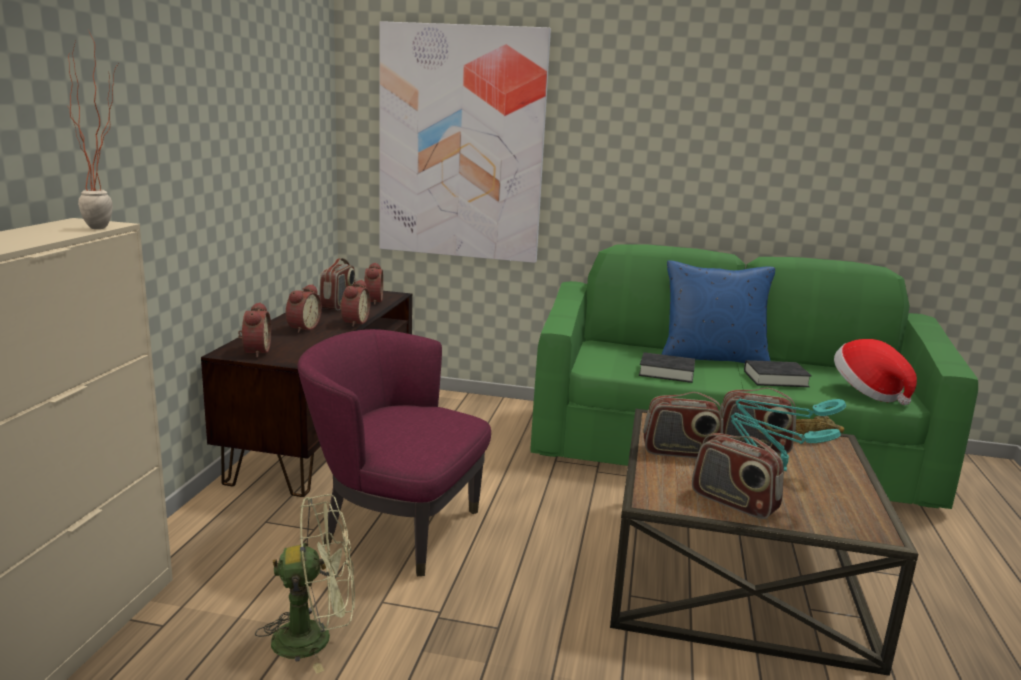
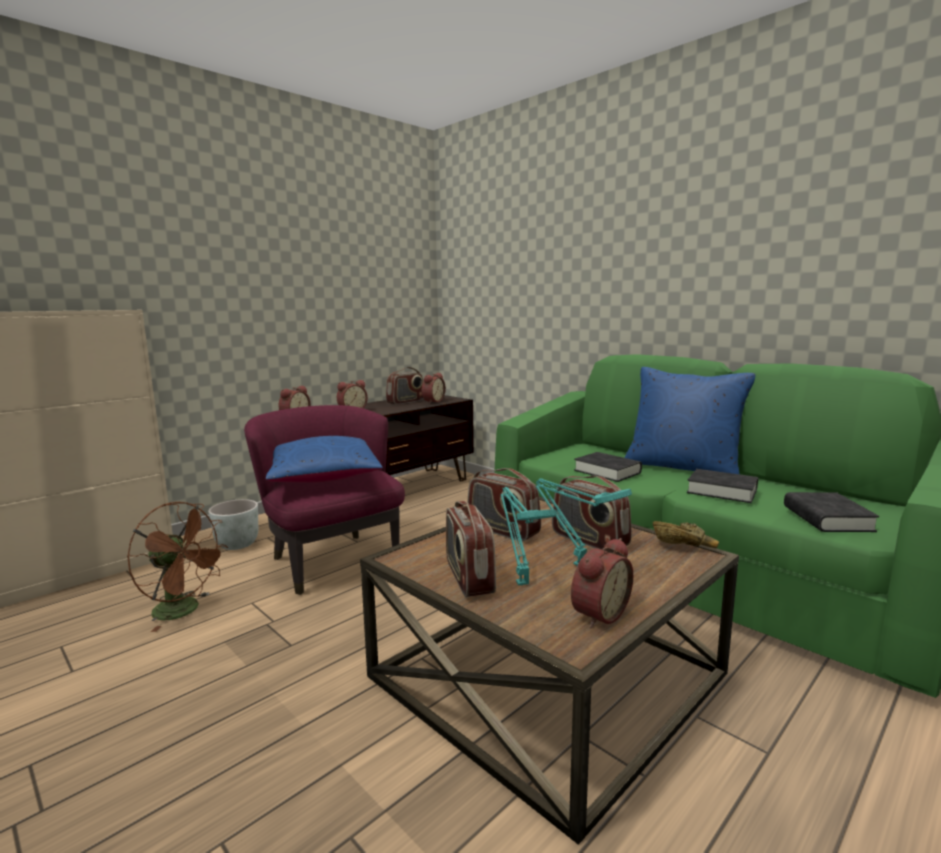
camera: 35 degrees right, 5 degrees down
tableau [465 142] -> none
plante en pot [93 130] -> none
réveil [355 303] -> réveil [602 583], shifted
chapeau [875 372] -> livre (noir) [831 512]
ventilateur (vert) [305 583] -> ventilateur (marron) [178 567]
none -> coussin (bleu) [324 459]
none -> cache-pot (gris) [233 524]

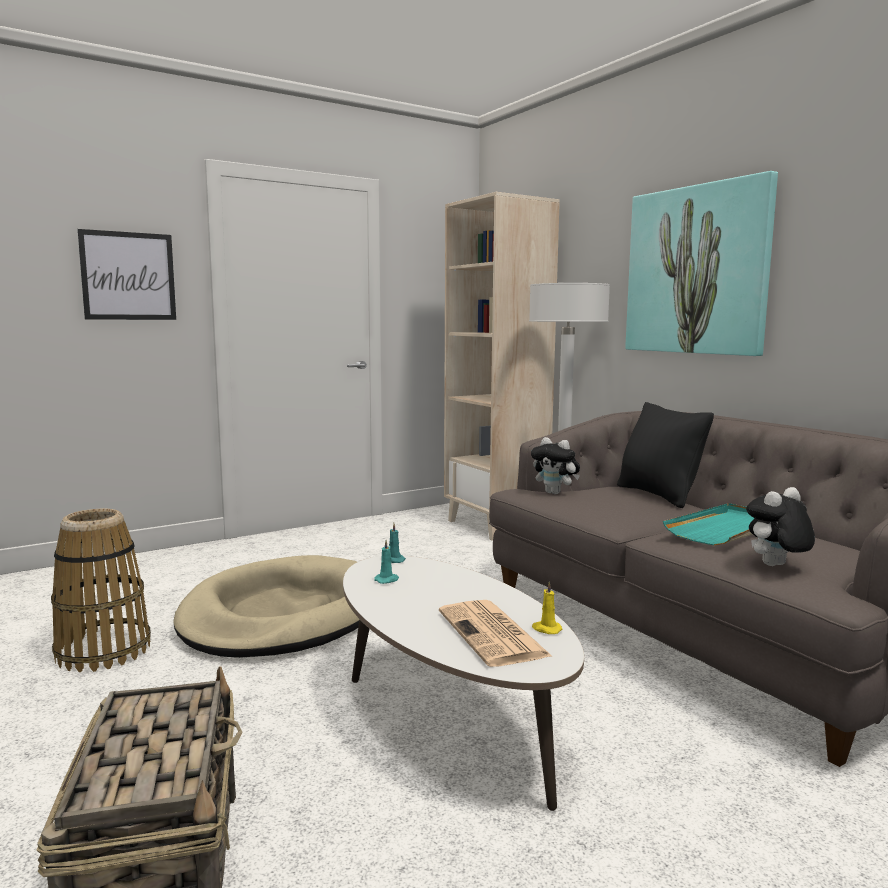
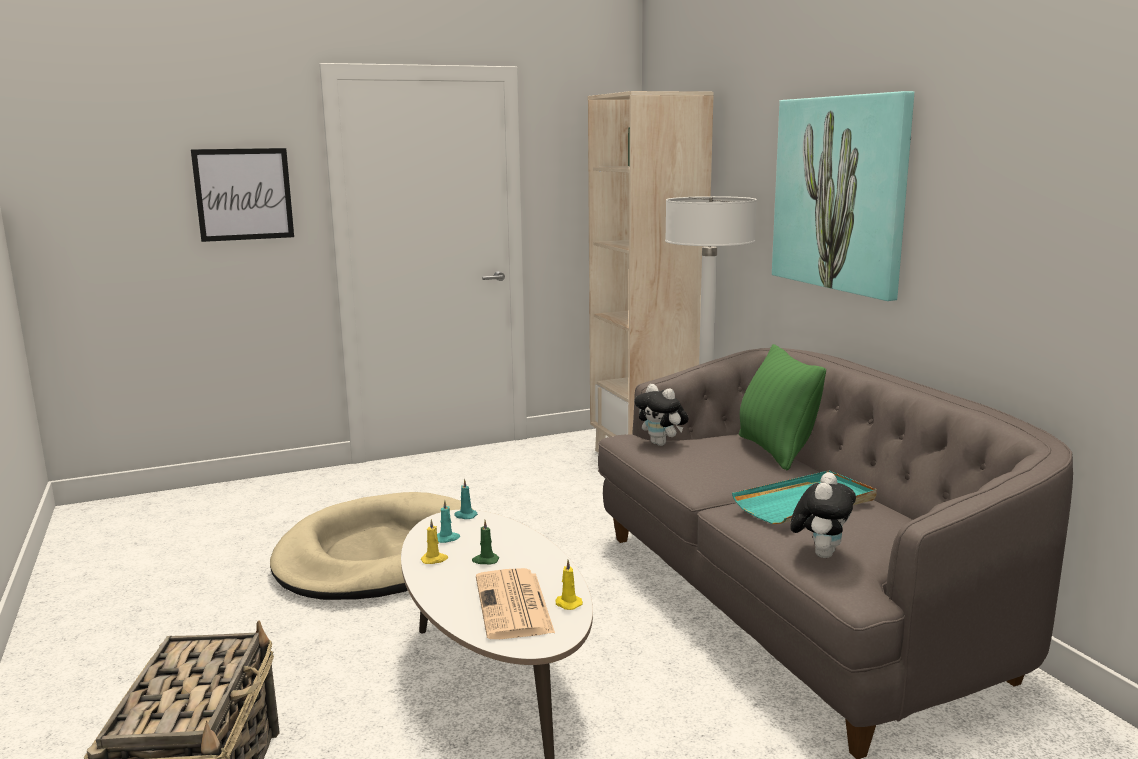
camera: 10 degrees right, 5 degrees up
coussin (noir) [665 455] -> coussin (vert) [782 407]
peluche [780 526] -> peluche [823 515], 135 degrees clockwise
panier [101 590] -> none
none -> bougie (jaune) [434 541]
none -> bougie (vert) [485 542]

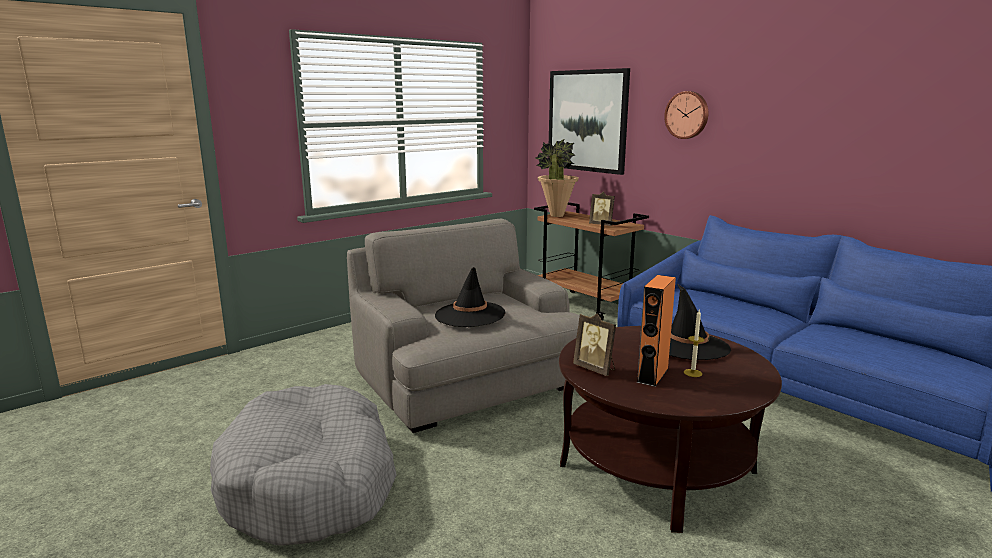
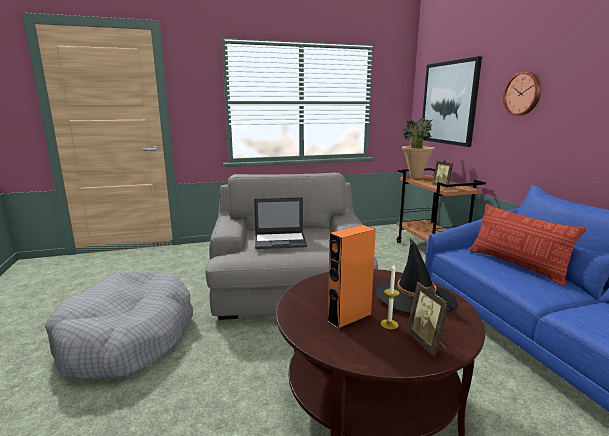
camera: 25 degrees right, 0 degrees up
chapeau (noir) [470 297] -> ordinateur portable [280 223]
cadre photo [594 344] -> cadre photo [428 319], shifted
none -> coussin [527 245]

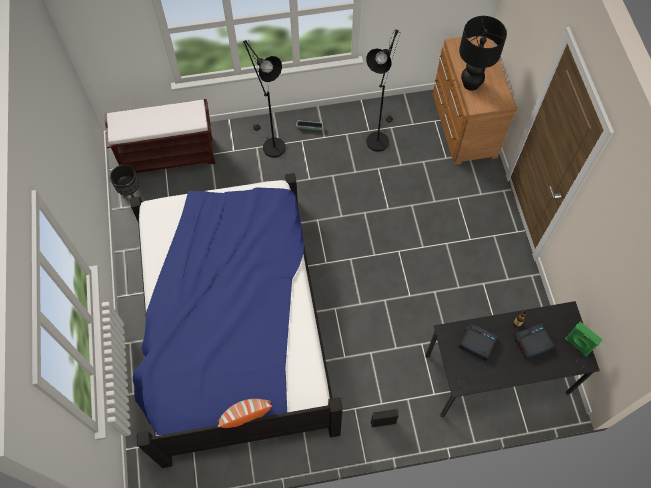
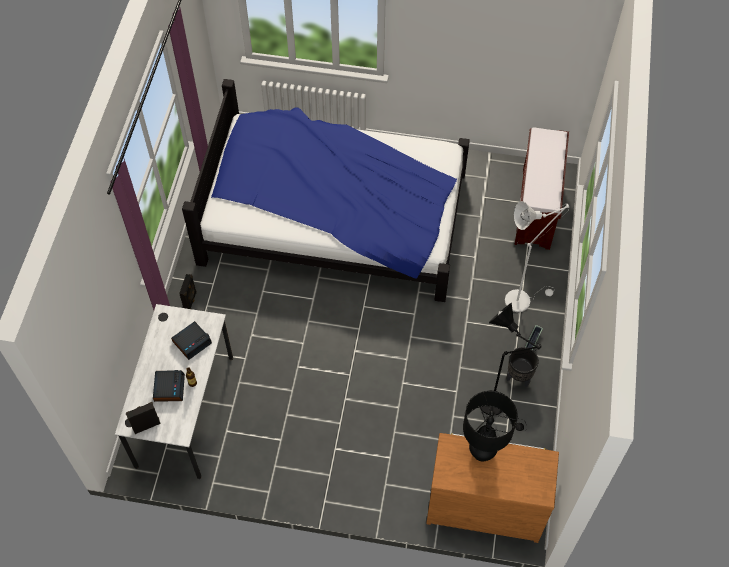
camera: 110 degrees right, 5 degrees down
lampadaire (noir) [264 98] -> lampadaire (blanc) [537 256]
cache-pot (noir) [124 181] -> cache-pot (noir) [522 367], shifted
bureau (noir) [512 359] -> bureau (blanc) [174 391]
enceinte (vert) [584 339] -> enceinte (noir) [143 418]
coussin [244 413] -> none

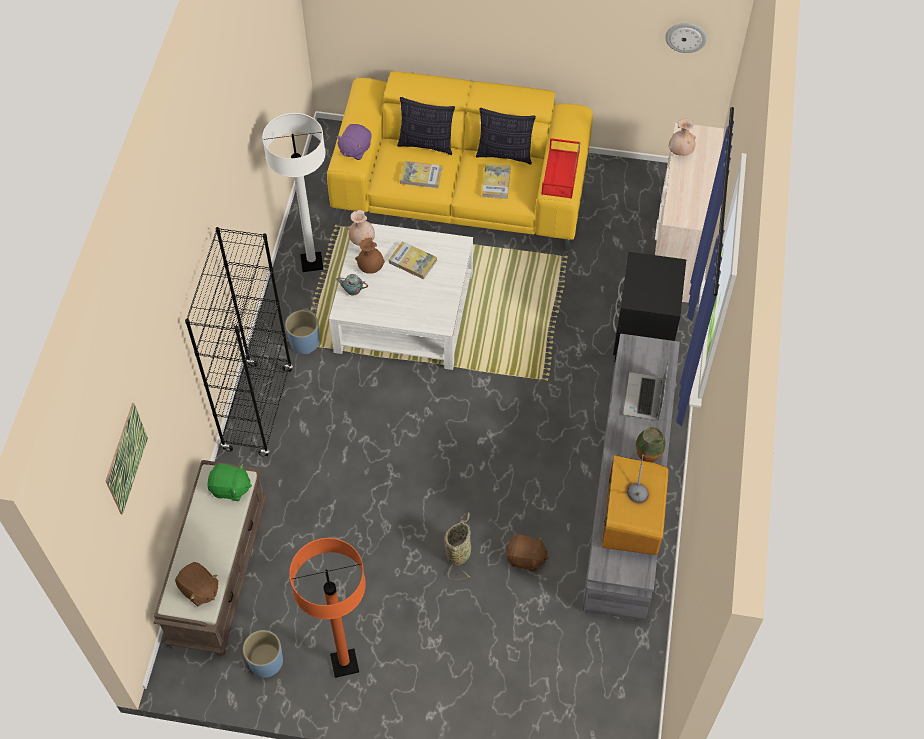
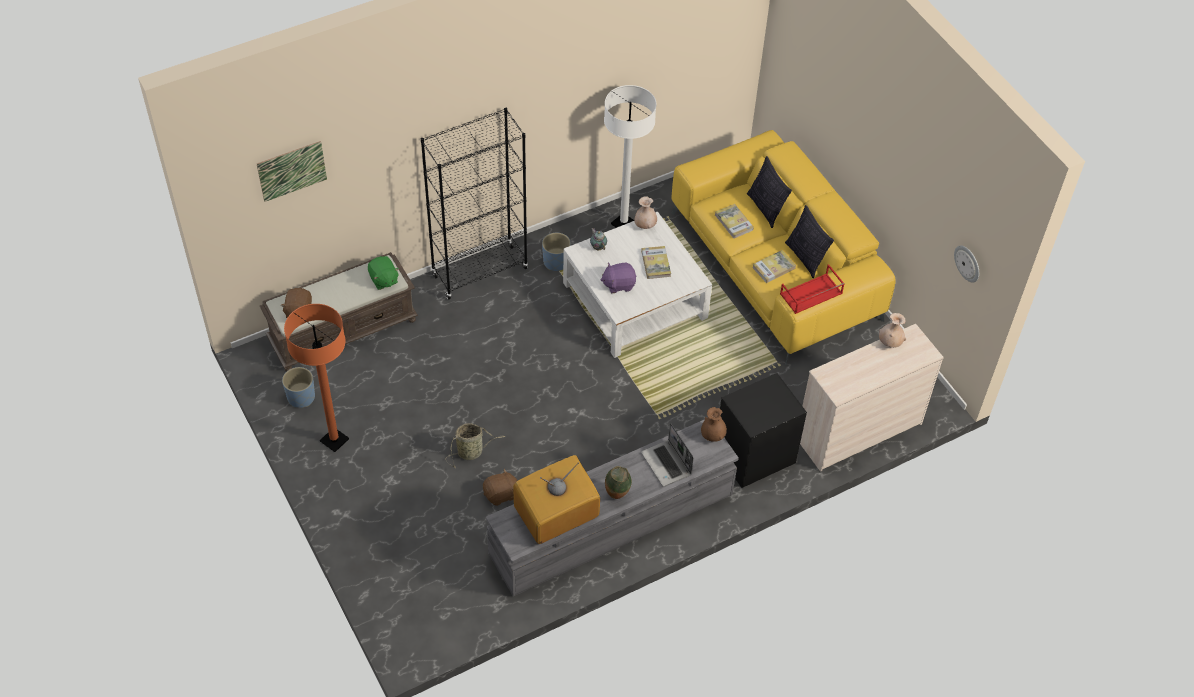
camera: 50 degrees right, 5 degrees down
peluche (violet) [354 142] -> peluche (violet) [618 278], shifted
vase (marron) [370 256] -> vase (marron) [714 424], shifted
ordinateur portable [645 391] -> ordinateur portable [667 455], 90 degrees counterclockwise
peluche (marron) [527 553] -> peluche (marron) [500 487], 90 degrees counterclockwise

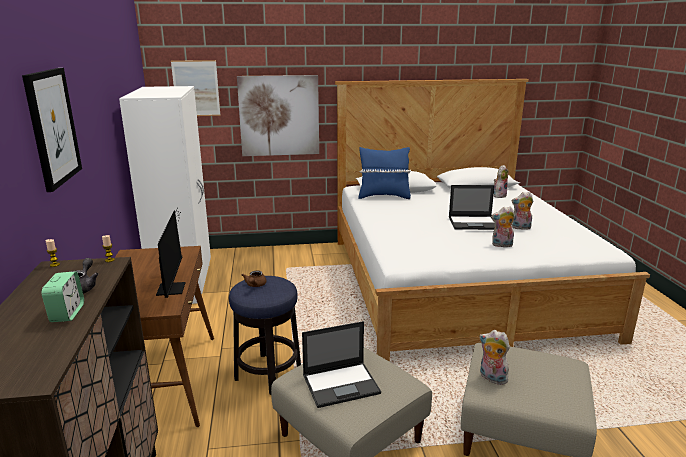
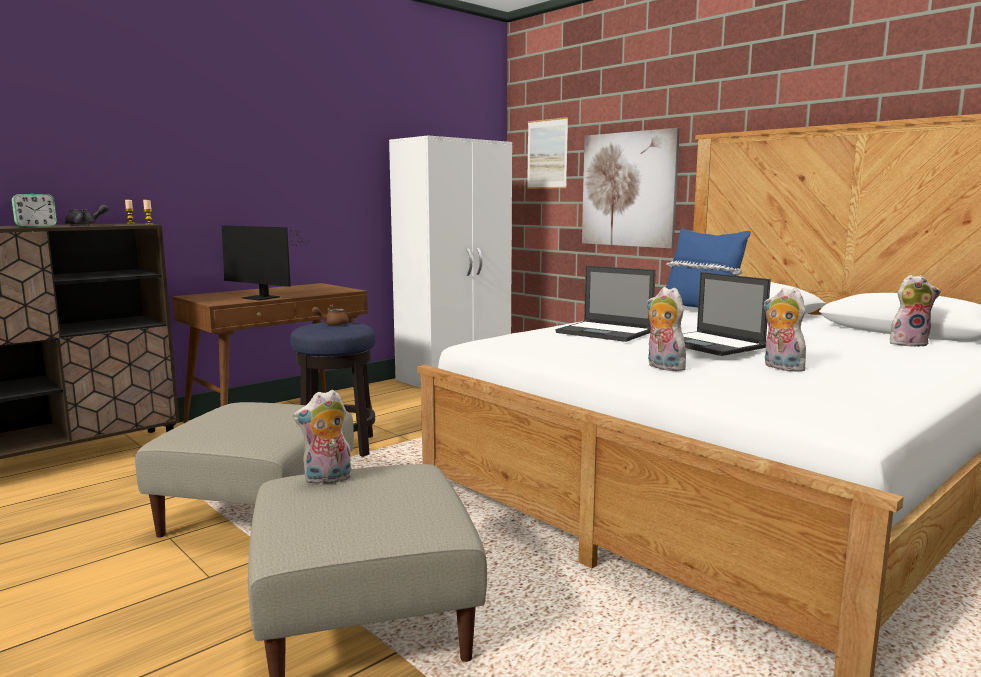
camera: 55 degrees right, 10 degrees down
tableau [52 130] -> none
écran d'ordinateur [170 254] -> écran d'ordinateur [264 262], 75 degrees clockwise
ordinateur portable [341 364] -> ordinateur portable [606 303], shifted
peluche [494 357] -> peluche [322 437], 120 degrees counterclockwise

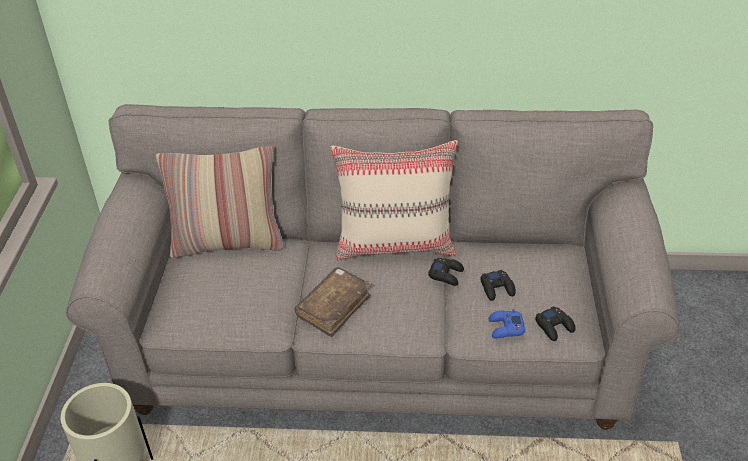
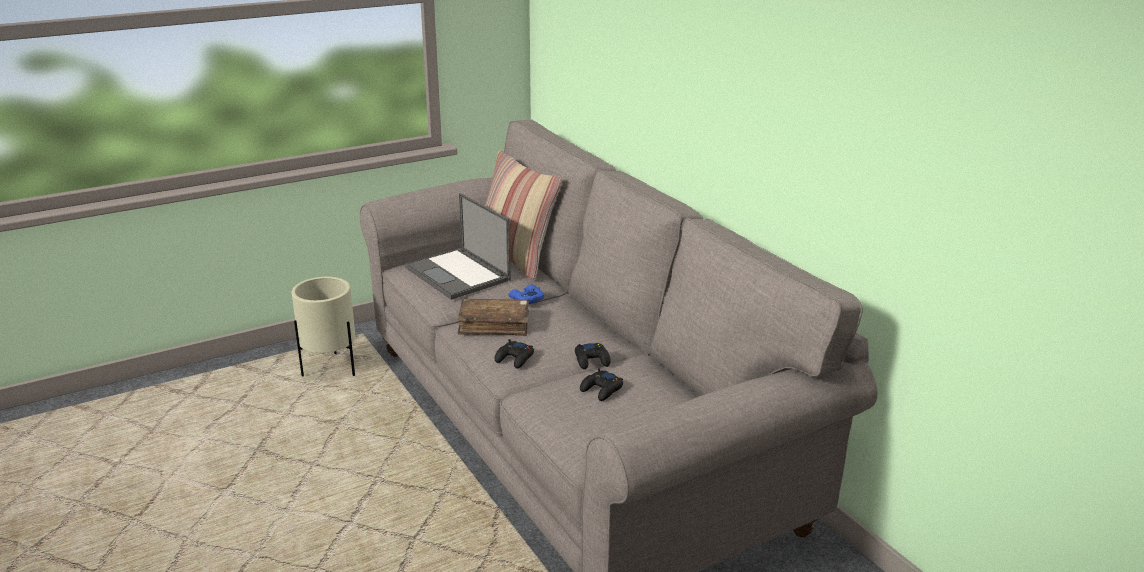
camera: 55 degrees right, 15 degrees down
coussin (beige) [394 200] -> none
manette (noir) [555 323] -> manette (noir) [514 354], shifted
manette (bleu) [507 323] -> manette (bleu) [526 294], shifted
none -> ordinateur portable [458 246]

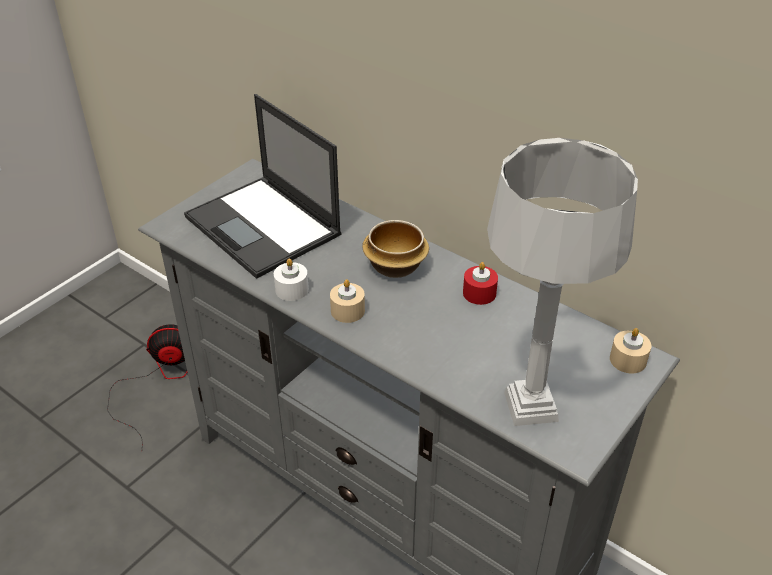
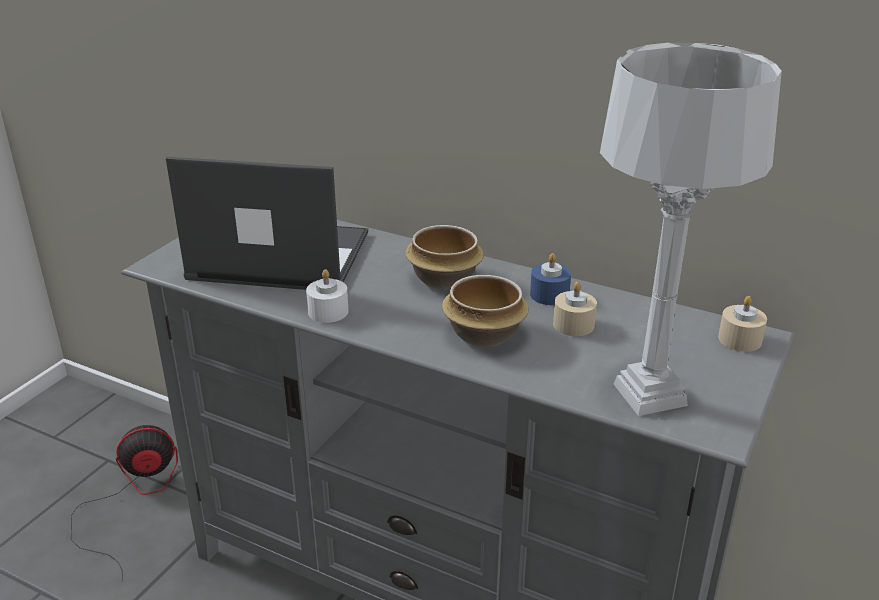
camera: 10 degrees left, 10 degrees down
ordinateur portable [263 186] -> ordinateur portable [267 223], 150 degrees clockwise
bougie (rouge) [480 283] -> bougie (bleu) [550 279]
bougie (beige) [347 301] -> bougie (beige) [575 309], shifted
none -> bol [485 311]

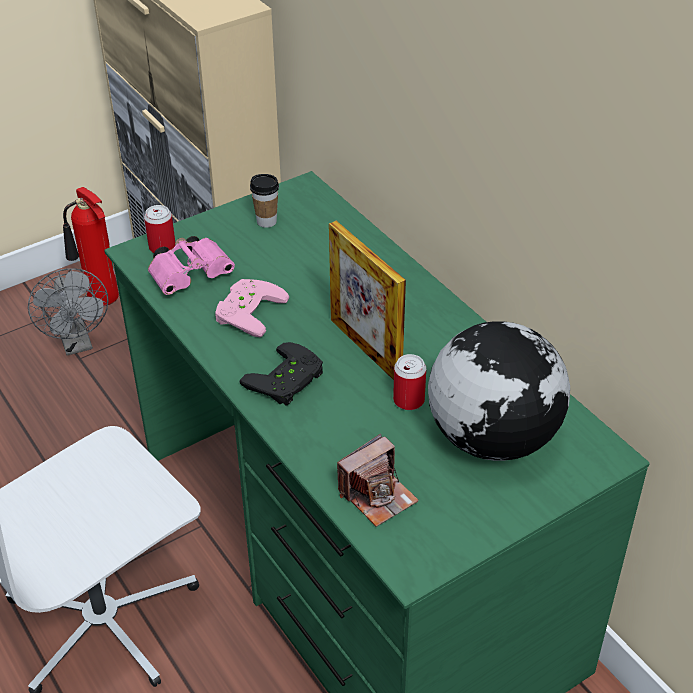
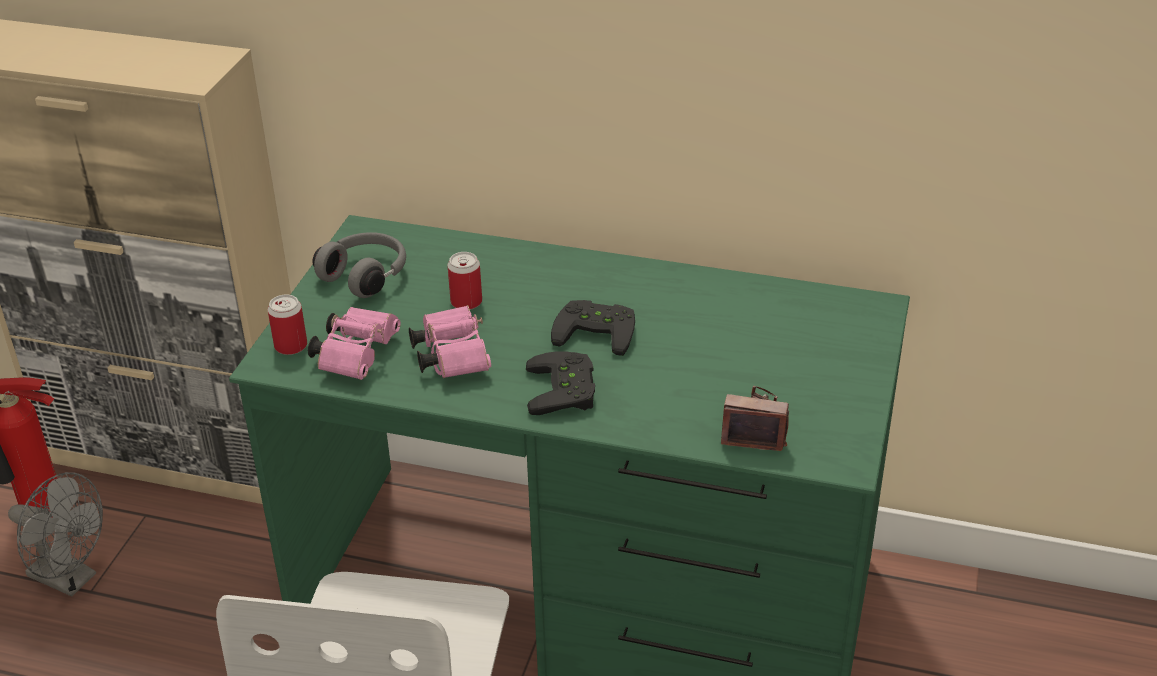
camera: 40 degrees left, 5 degrees down
tasse [264 201] -> casque audio (gris) [359 265]
cadre photo [367 300] -> manette (noir) [593 328]
manette (rose) [252 308] -> jumelles (rose) [450 341]
globe [499 391] -> none
boîte métallique [409 382] -> boîte métallique [464 281], shifted
appareil photo [378 480] -> appareil photo [755 418], 90 degrees counterclockwise

